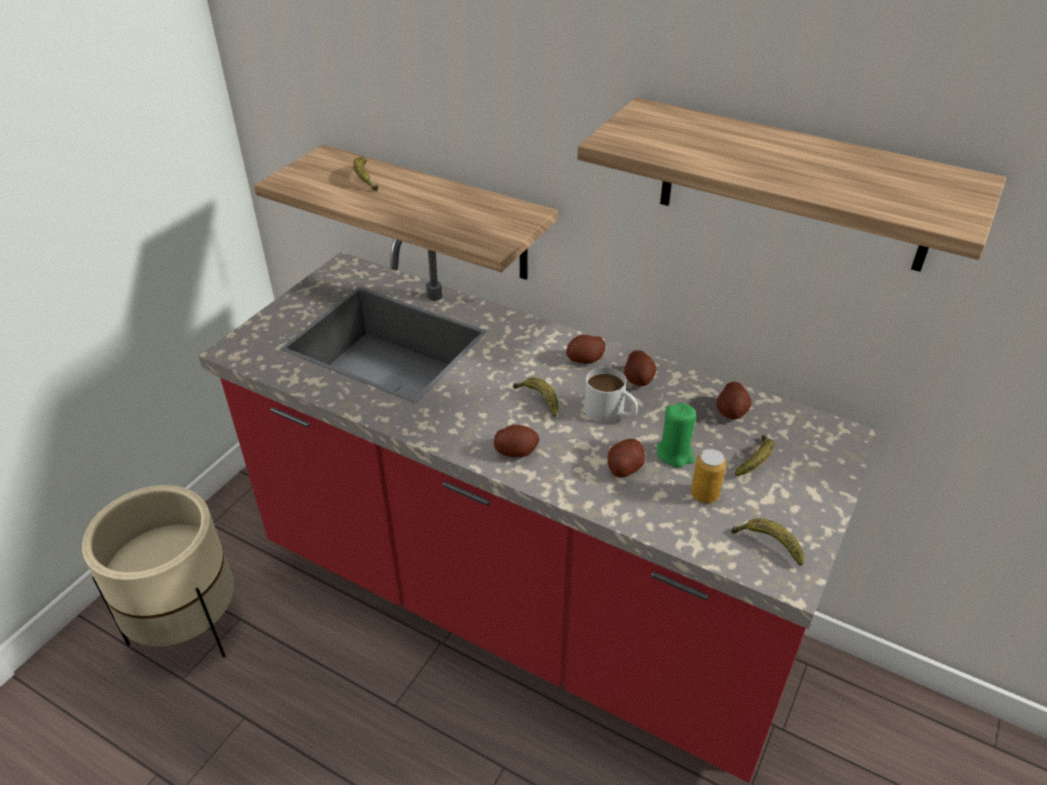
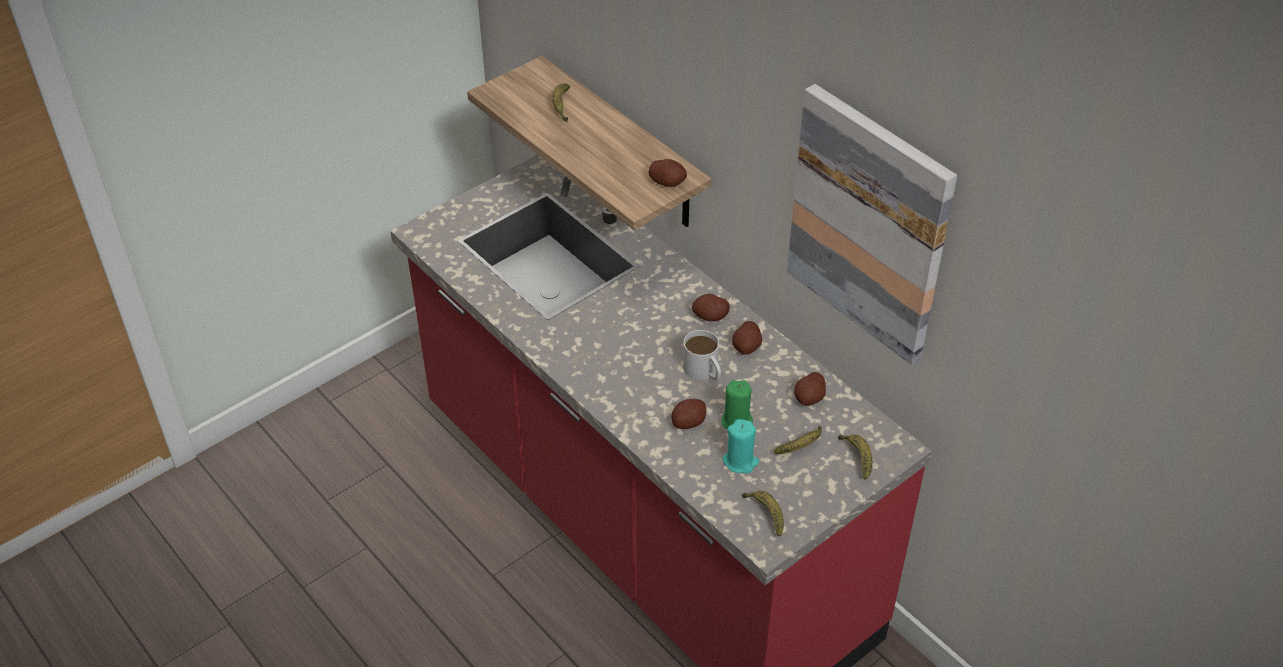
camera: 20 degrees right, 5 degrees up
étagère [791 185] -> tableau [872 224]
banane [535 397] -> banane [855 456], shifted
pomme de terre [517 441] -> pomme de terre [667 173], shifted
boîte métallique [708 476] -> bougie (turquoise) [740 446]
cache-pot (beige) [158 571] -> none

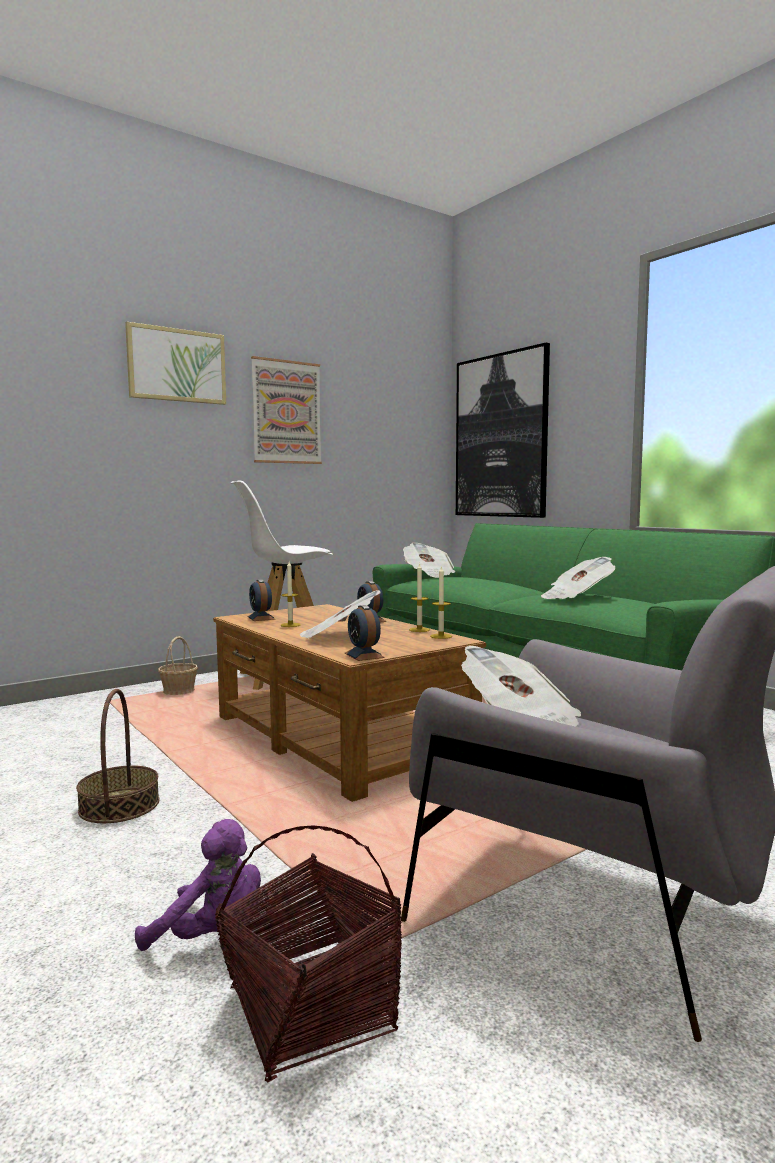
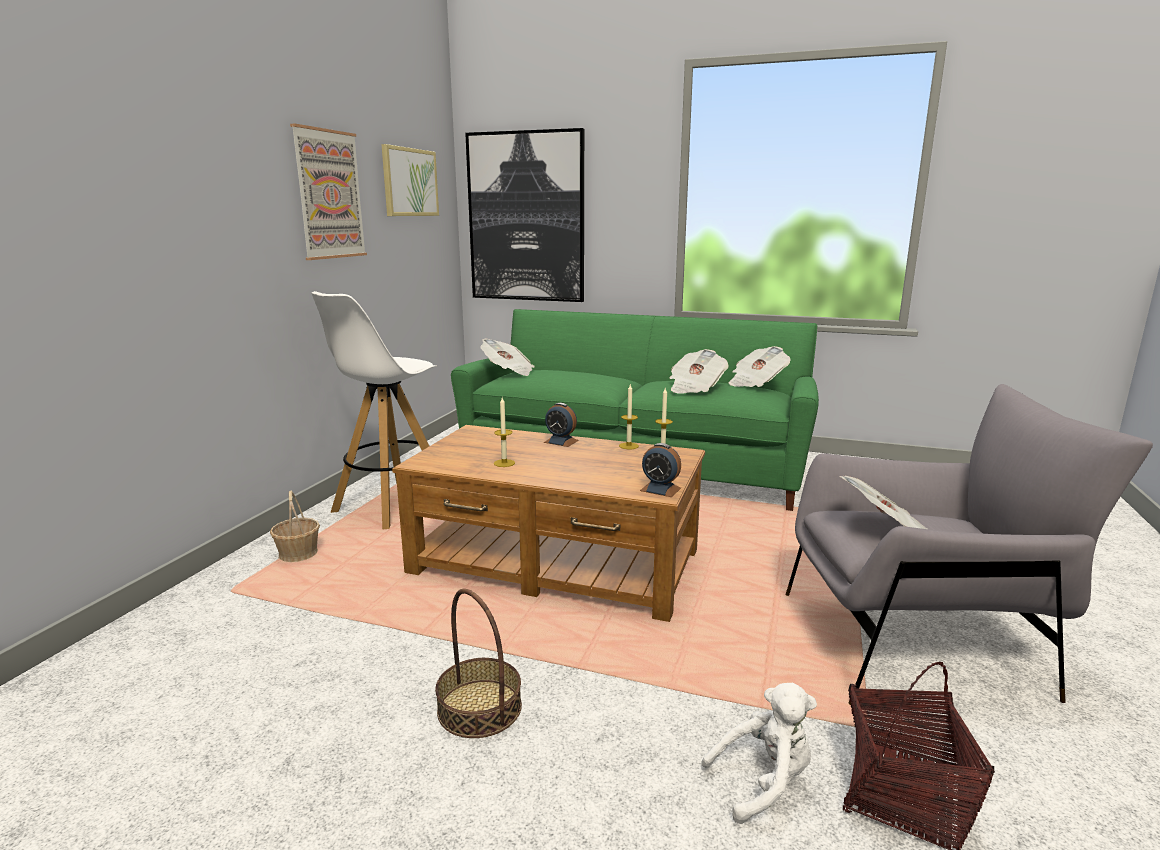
camera: 35 degrees left, 10 degrees up
tableau [175 363] -> tableau [410 180], shifted
réveil [261 600] -> none
journal [340 614] -> journal [759 366], shifted
peluche (violet) [198 885] -> peluche (blanc) [759 753]

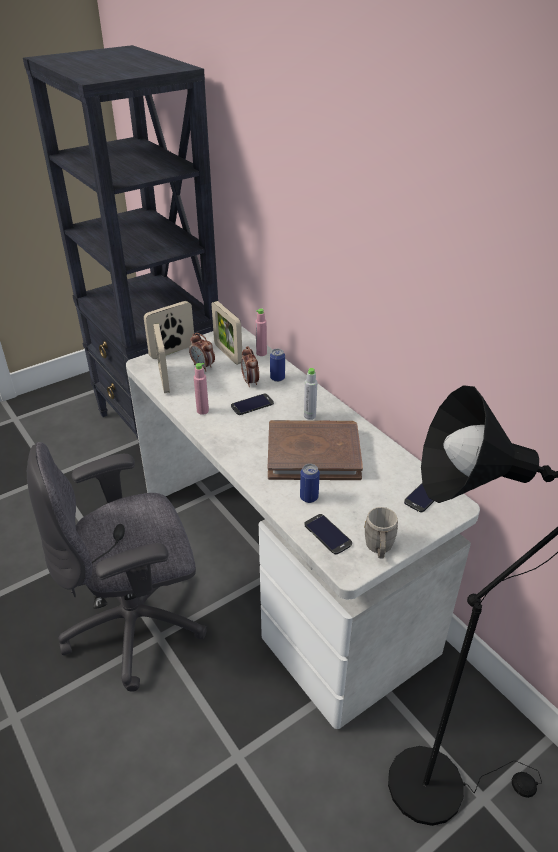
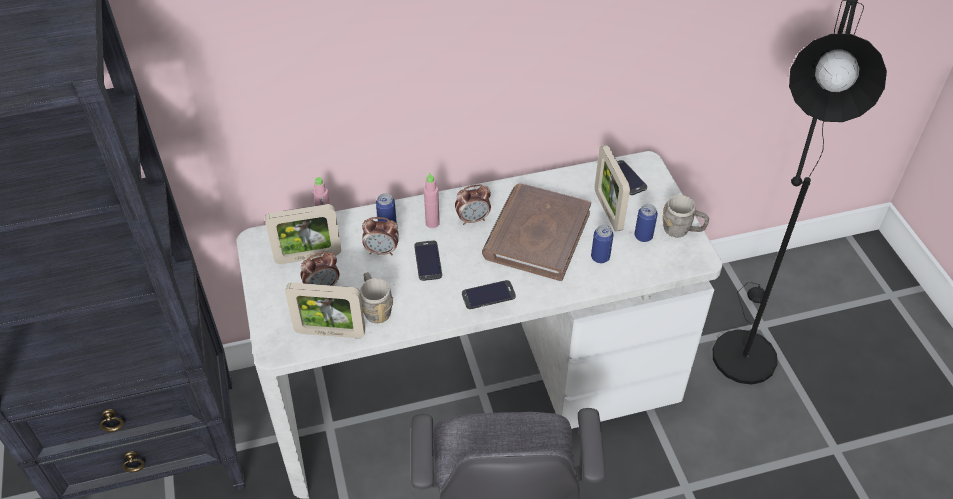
camera: 70 degrees left, 10 degrees up
cadre photo [169 330] -> cadre photo [612 188], shifted
bouteille (rose) [201 389] -> bouteille (rose) [432 200], shifted
bouteille (gris) [310 394] -> réveil [473 205]
téléphone [328 534] -> téléphone [489 294], shifted
none -> boîte métallique [646 223]
none -> mug (gris) [376 297]

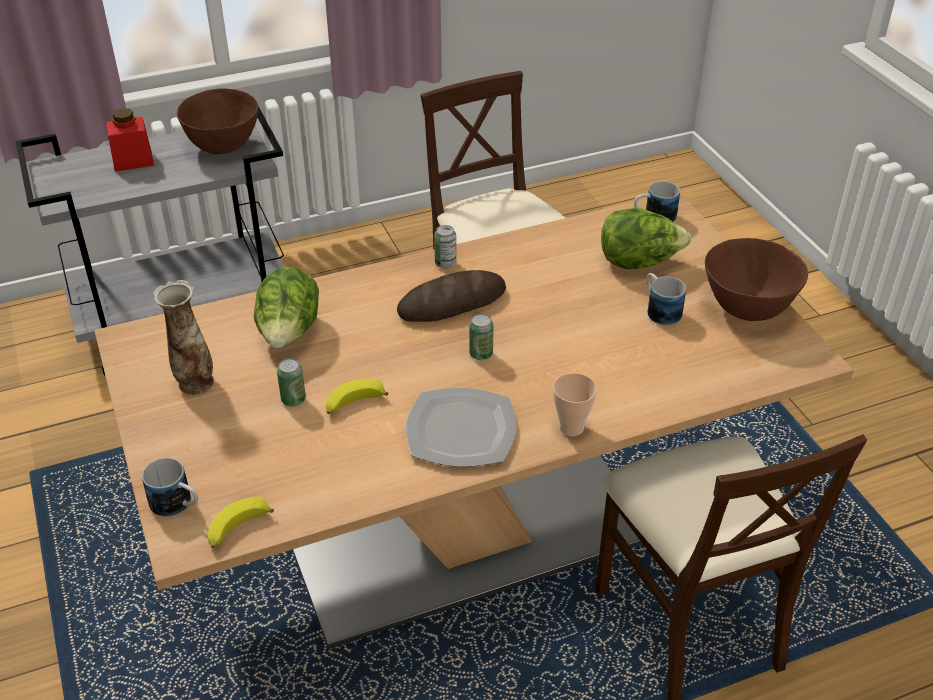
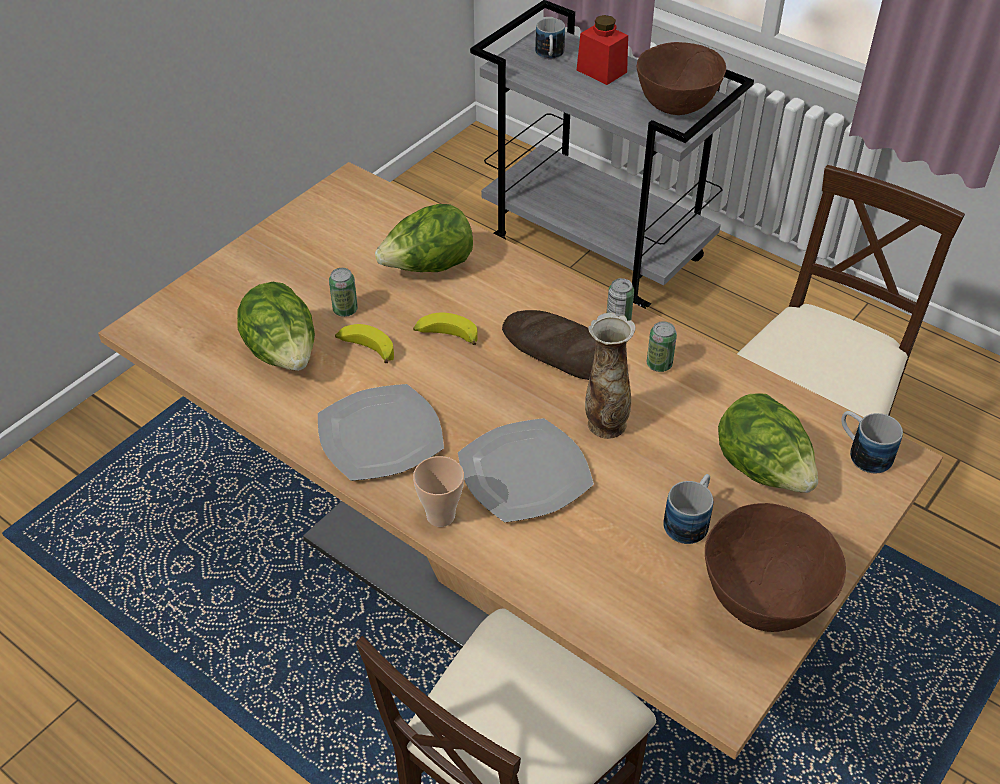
camera: 60 degrees right, 5 degrees up
vase [183 337] -> vase [610 376], shifted
boîte métallique [481 337] -> boîte métallique [662 346], shifted
mug [170 487] -> mug [550 38], shifted
banane [241 522] -> banane [445 329], shifted
none -> laitue [276 326]
none -> assiette [526 470]

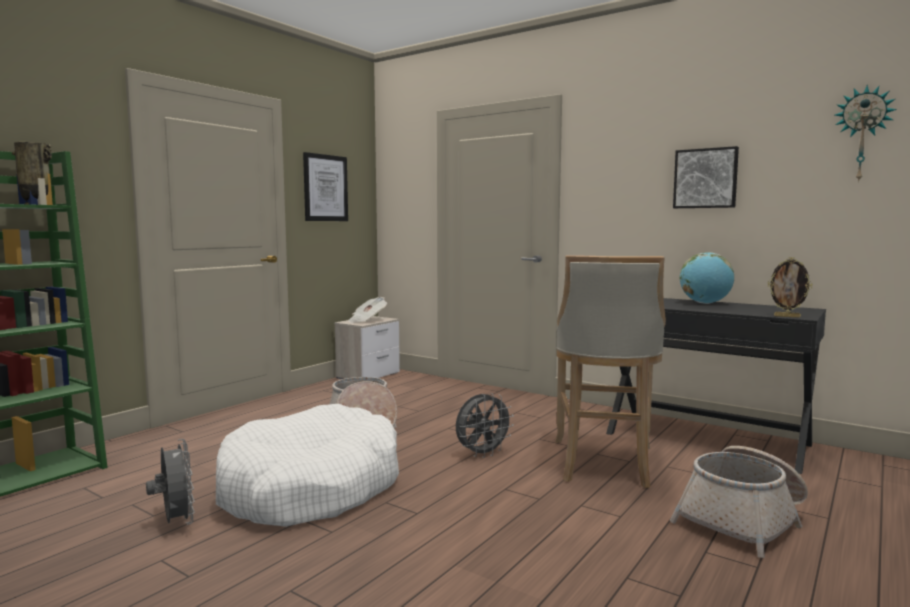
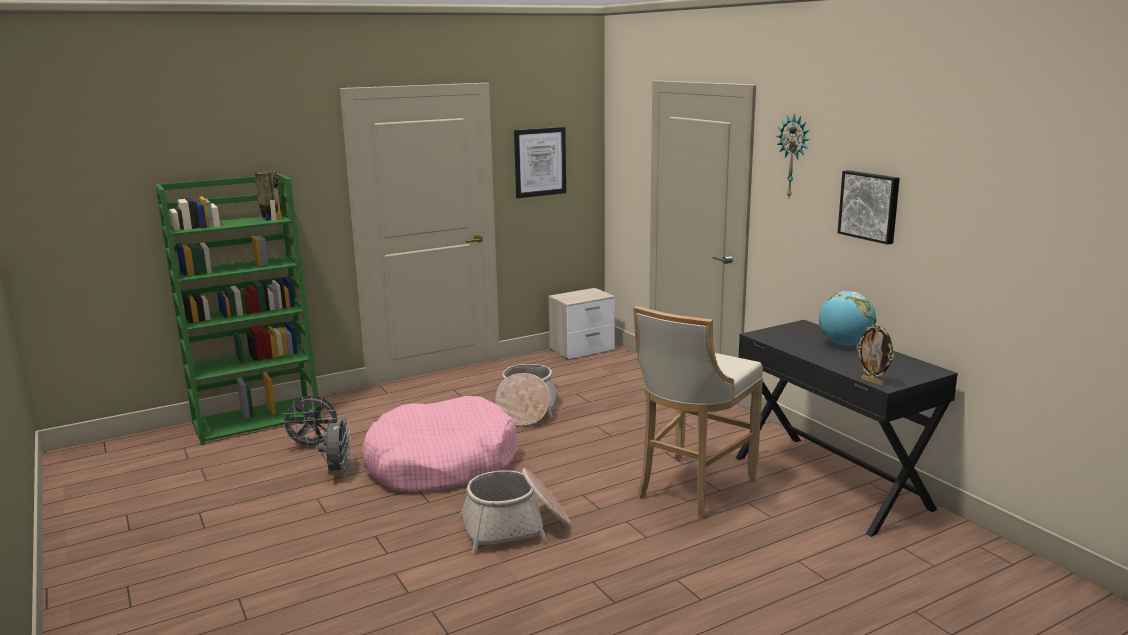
camera: 25 degrees right, 10 degrees up
horloge murale [866 133] -> horloge murale [793 155], shifted
journal [367 310] -> none
ventilateur (gris) [485 425] -> ventilateur (gris) [309 423], shifted
panier pour chien (blanc) [307 465] -> panier pour chien (rose) [440 444]
panier [739 502] -> panier [515 511], shifted

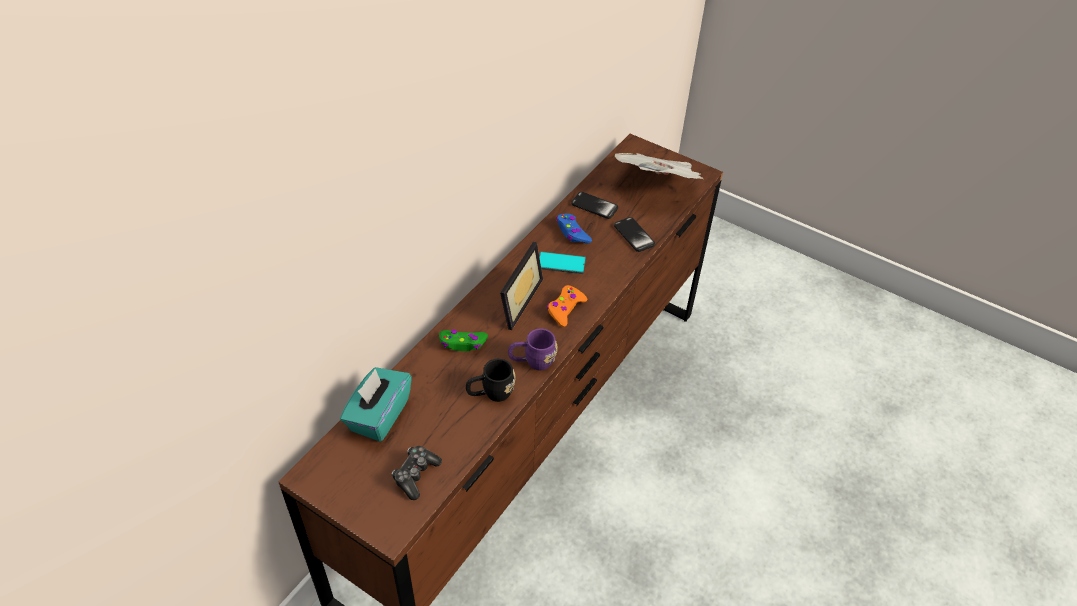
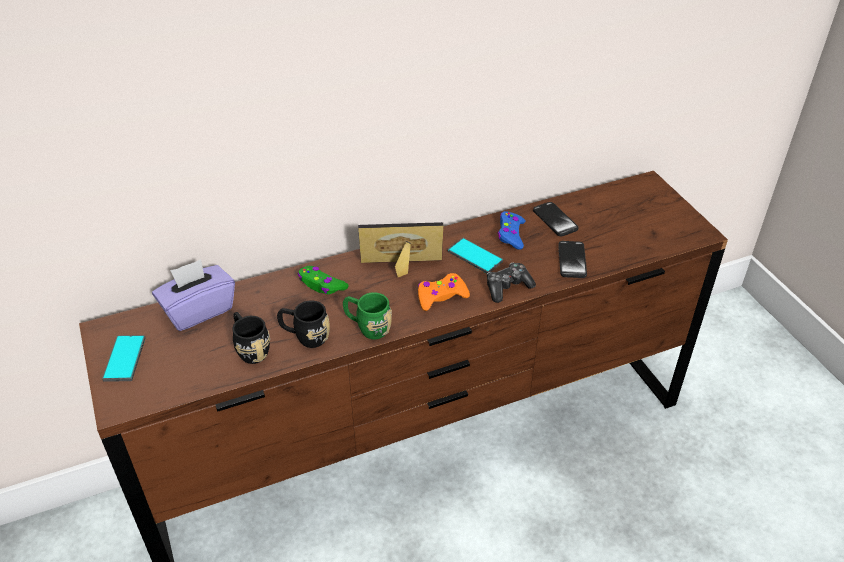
camera: 35 degrees right, 5 degrees down
journal [659 166] -> none
cadre photo [521 286] -> cadre photo [400 249], 150 degrees counterclockwise
mug (violet) [533 349] -> mug (vert) [367 315]
boîte à mouchoirs (turquoise) [376 404] -> boîte à mouchoirs (violet) [193 295]
manette [417 473] -> manette [511 282], shifted
none -> mug (noir) [251 338]
none -> téléphone [123 358]

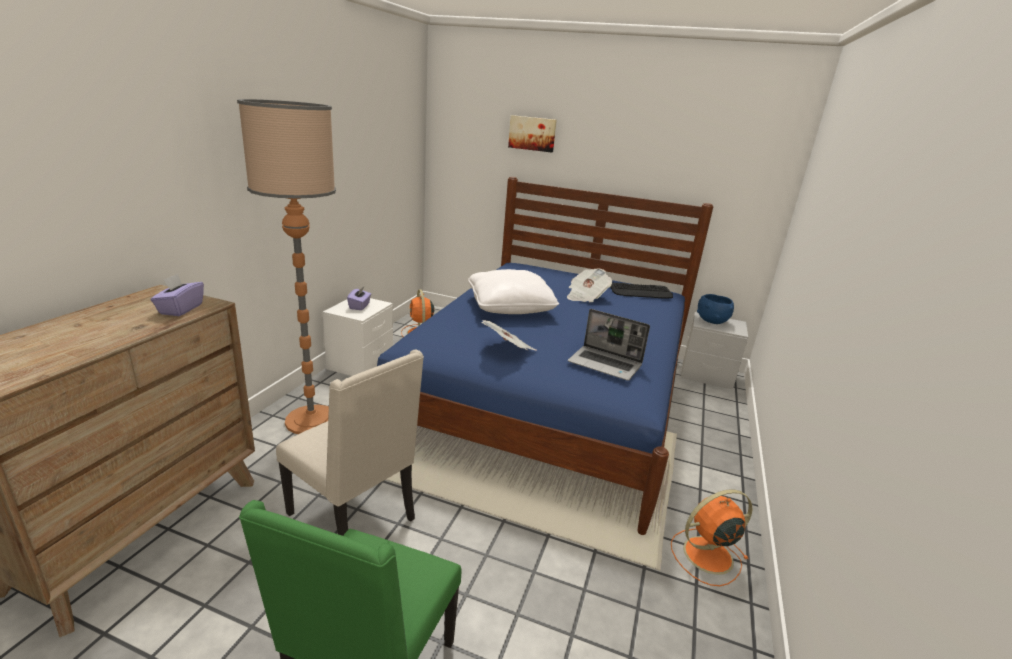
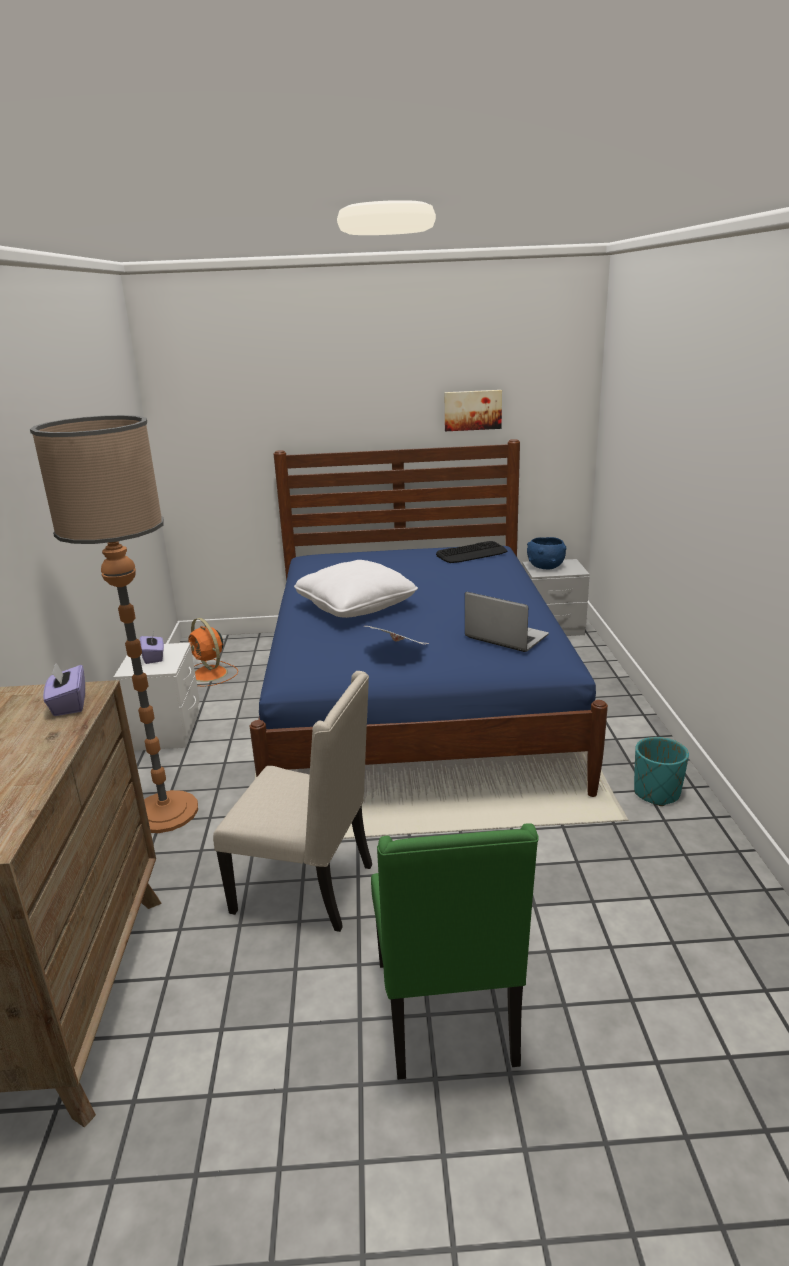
camera: 20 degrees left, 0 degrees up
tableau [532 134] -> tableau [473 410], shifted
journal [589 285] -> none
ordinateur portable [609 345] -> ordinateur portable [507 622], 150 degrees counterclockwise
ventilateur (orange) [711 537] -> cache-pot (turquoise) [661 771]

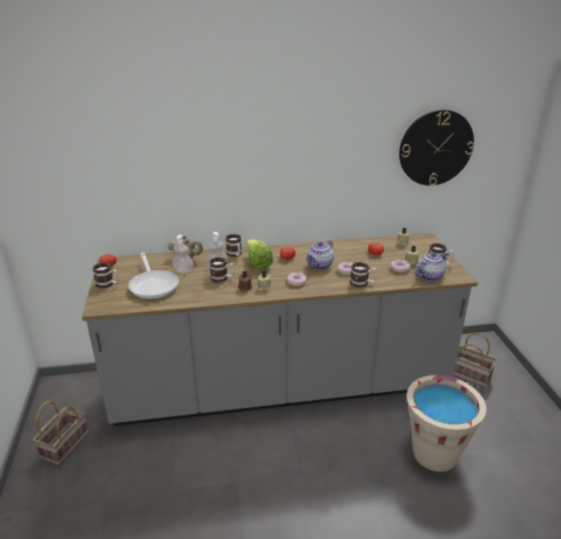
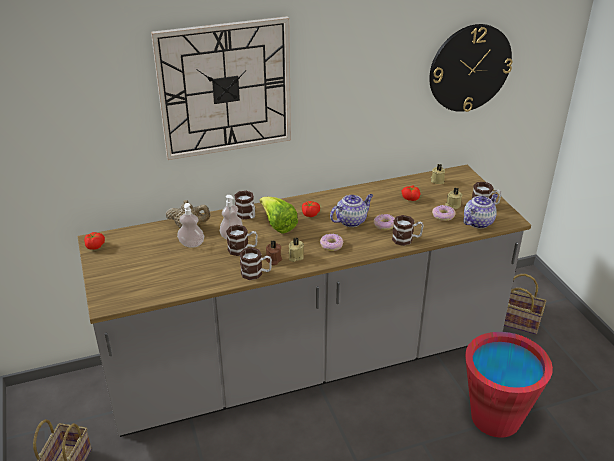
camera: 10 degrees left, 5 degrees up
théière [320 255] -> théière [351 210], 150 degrees counterclockwise
poêle [153 275] -> none
mug [106 275] -> mug [255 263], shifted
seau (beige) [446 423] -> seau (rouge) [509 385]
none -> horloge murale [221 88]

